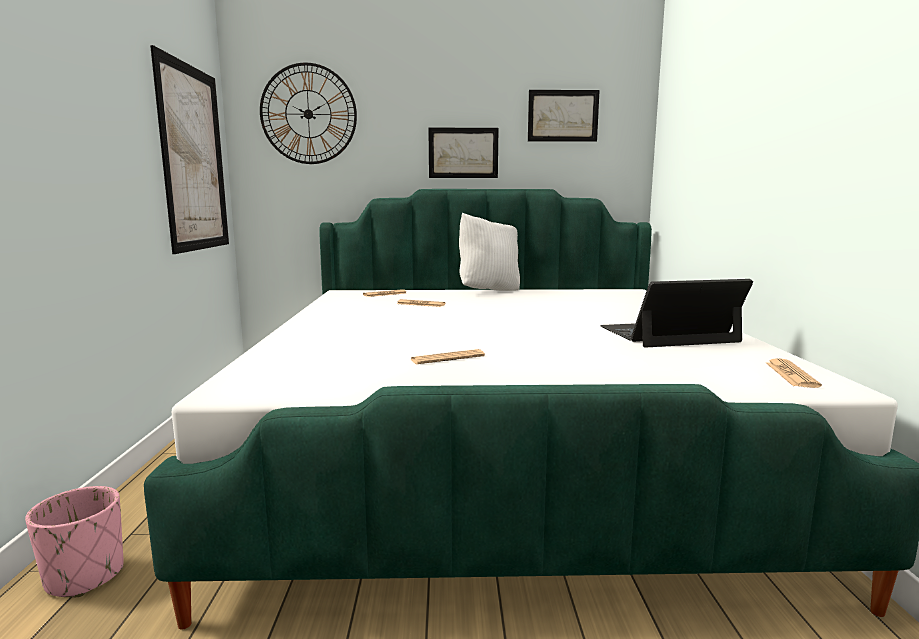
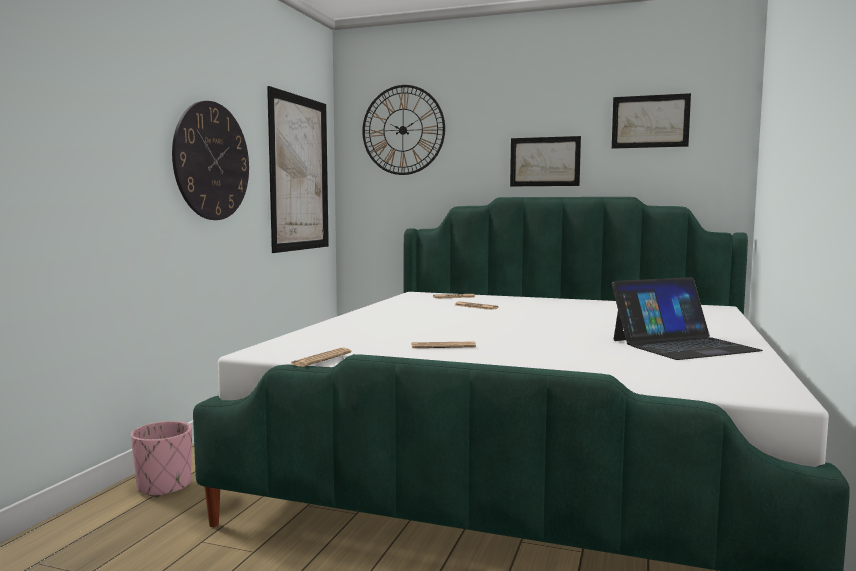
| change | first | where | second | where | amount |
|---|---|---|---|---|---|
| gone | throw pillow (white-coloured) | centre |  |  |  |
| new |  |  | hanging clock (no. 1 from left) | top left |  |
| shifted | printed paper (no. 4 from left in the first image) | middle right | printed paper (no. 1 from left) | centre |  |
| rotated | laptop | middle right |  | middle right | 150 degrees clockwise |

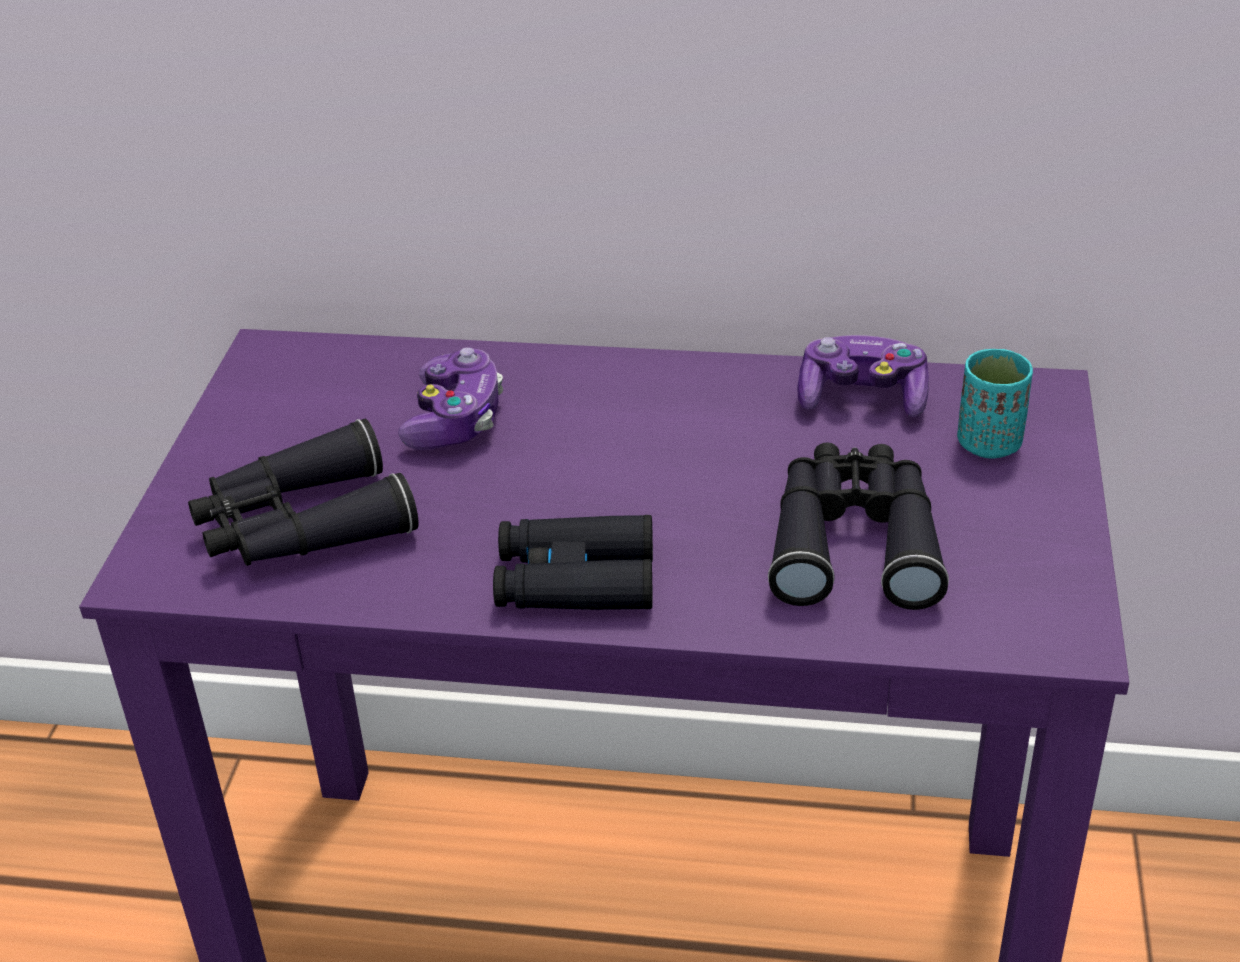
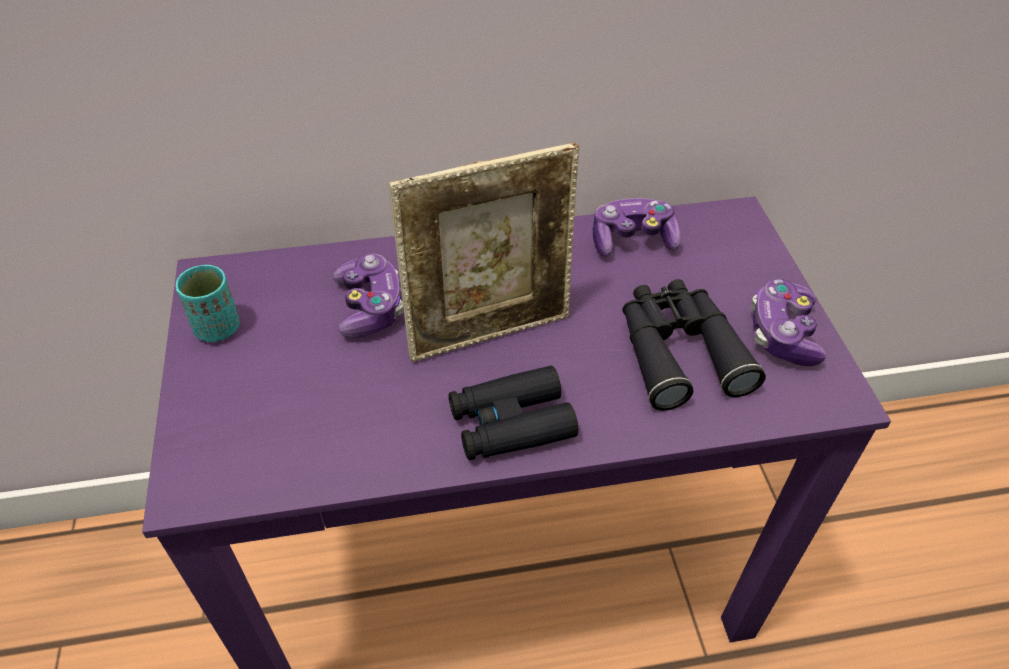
| change | first | where | second | where | amount |
|---|---|---|---|---|---|
| gone | binoculars (black-coloured) (no. 1 from left) | middle left |  |  |  |
| new |  |  | standing frame | centre |  |
| new |  |  | gamepad (no. 3 from left) | middle right |  |
| shifted | small cup (blue-green) | middle right |  | middle left |  |

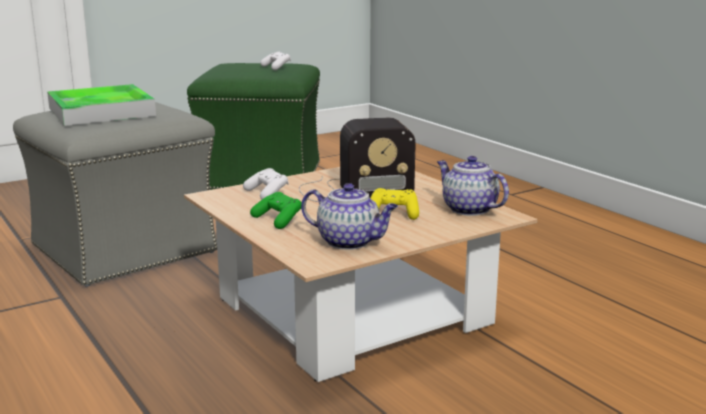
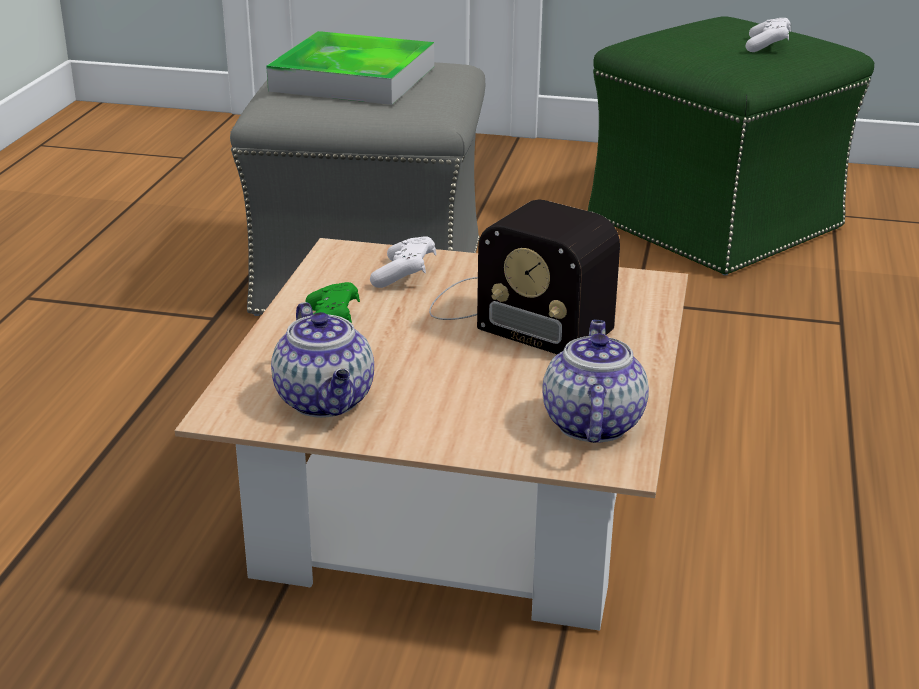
| change | first | where | second | where | amount |
|---|---|---|---|---|---|
| gone | gamepad (yellow) | centre |  |  |  |

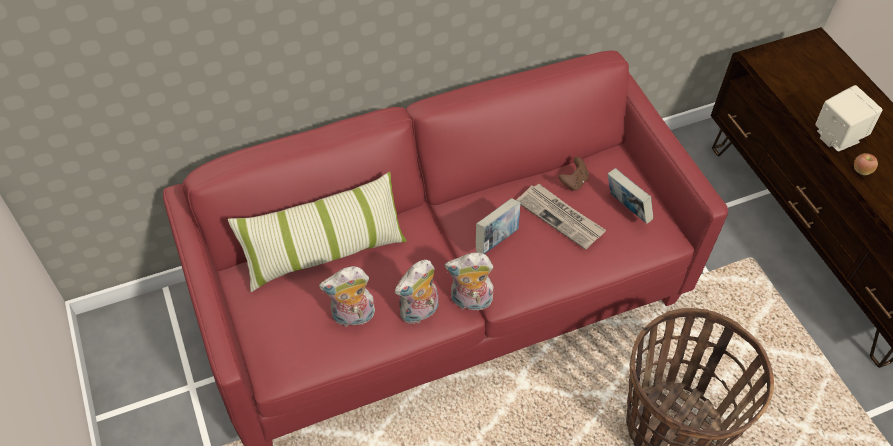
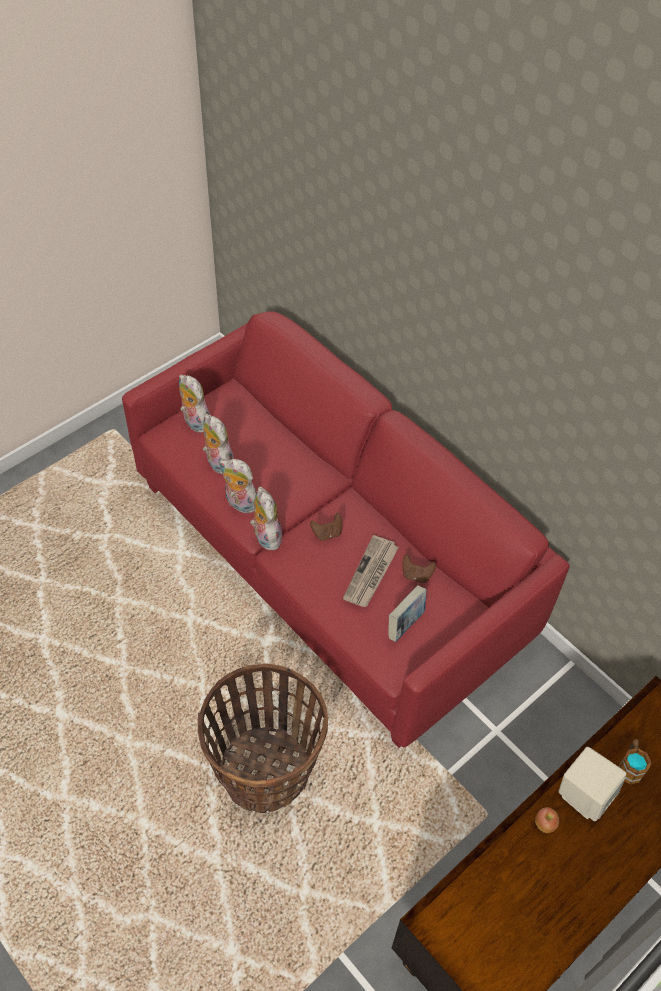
| change | first | where | second | where | amount |
|---|---|---|---|---|---|
| gone | throw pillow | centre |  |  |  |
| new |  |  | soft toy (no. 1 from left) | middle left |  |
| new |  |  | mug | bottom right |  |
| swapped | bound book (no. 1 from left) | centre | gamepad (brown) (no. 1 from left) | centre |  |

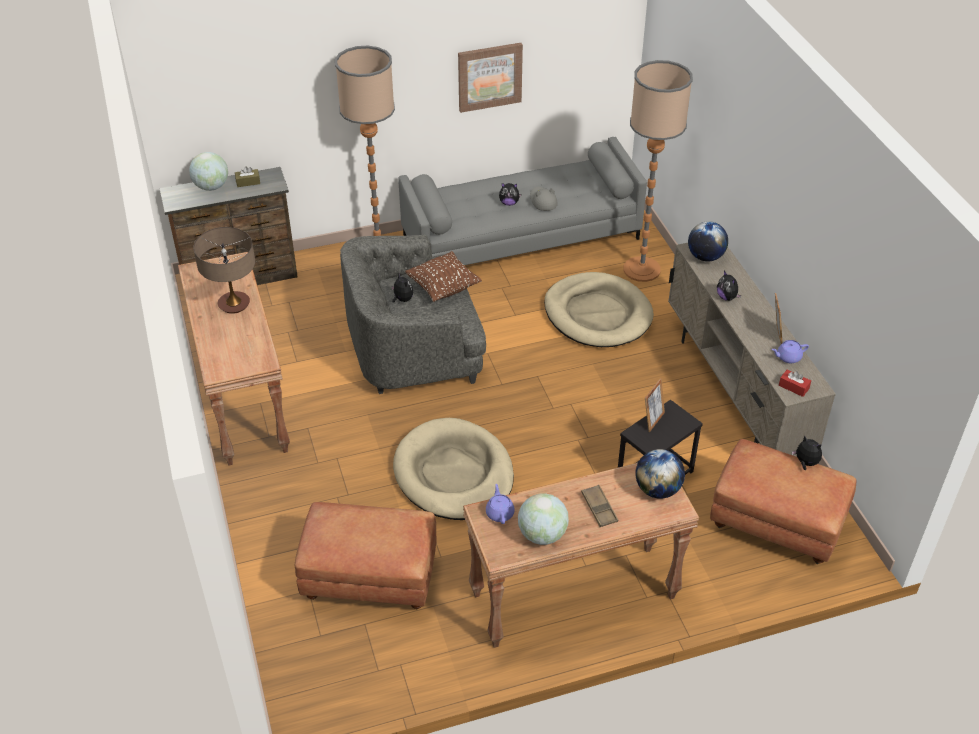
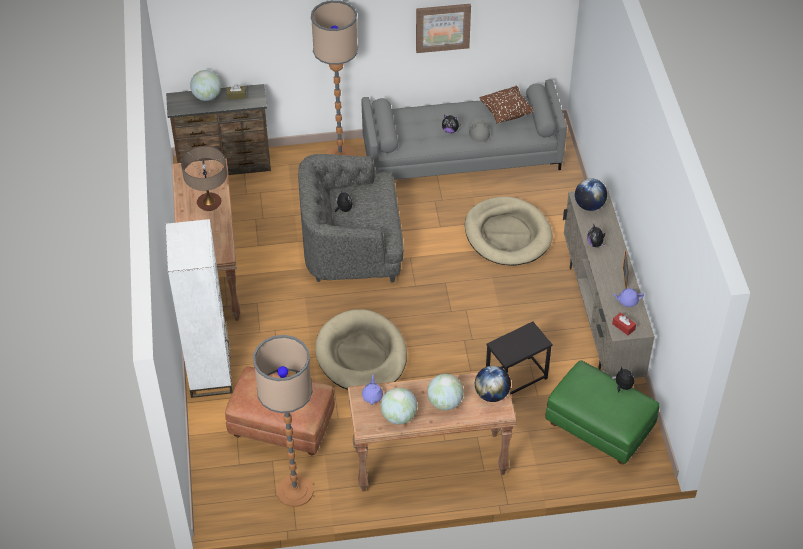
| change | first | where | second | where | amount |
|---|---|---|---|---|---|
| gone | standing frame (no. 1 from left) | middle right |  |  |  |
| new |  |  | shelving unit (white-coloured) | middle left |  |
| shifted | throw pillow (brown) | centre |  | top centre |  |
| shifted | standing lamp (no. 2 from left in the first image) | top right | standing lamp (no. 1 from left) | bottom centre |  |
| swapped | carrying tray (brown) | bottom centre | desk globe (no. 3 from left) | bottom centre |  |
| repainted | ottoman (brown) (no. 2 from left) | bottom right | ottoman (green) | bottom right |  |

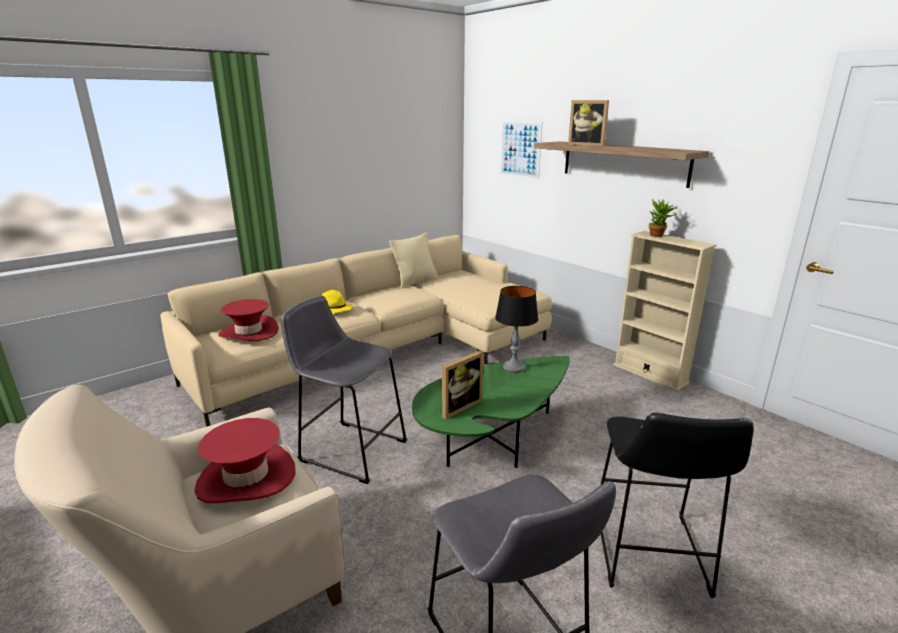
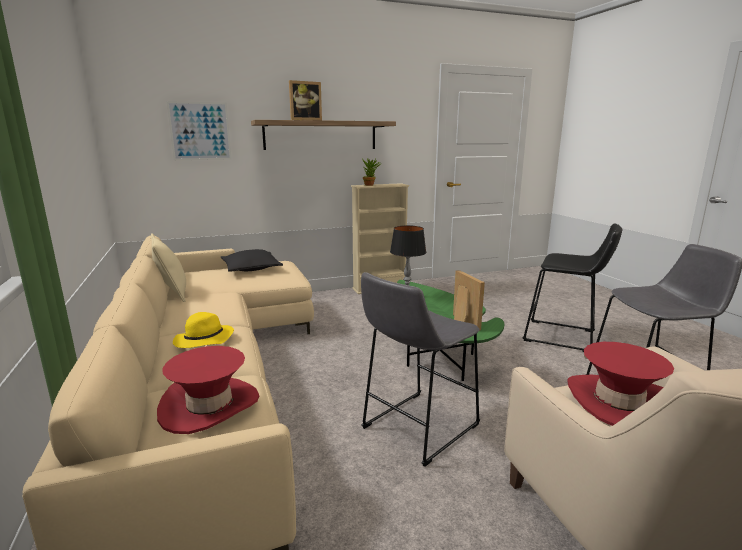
| change | first | where | second | where | amount |
|---|---|---|---|---|---|
| new |  |  | throw pillow (black-coloured) | centre |  |

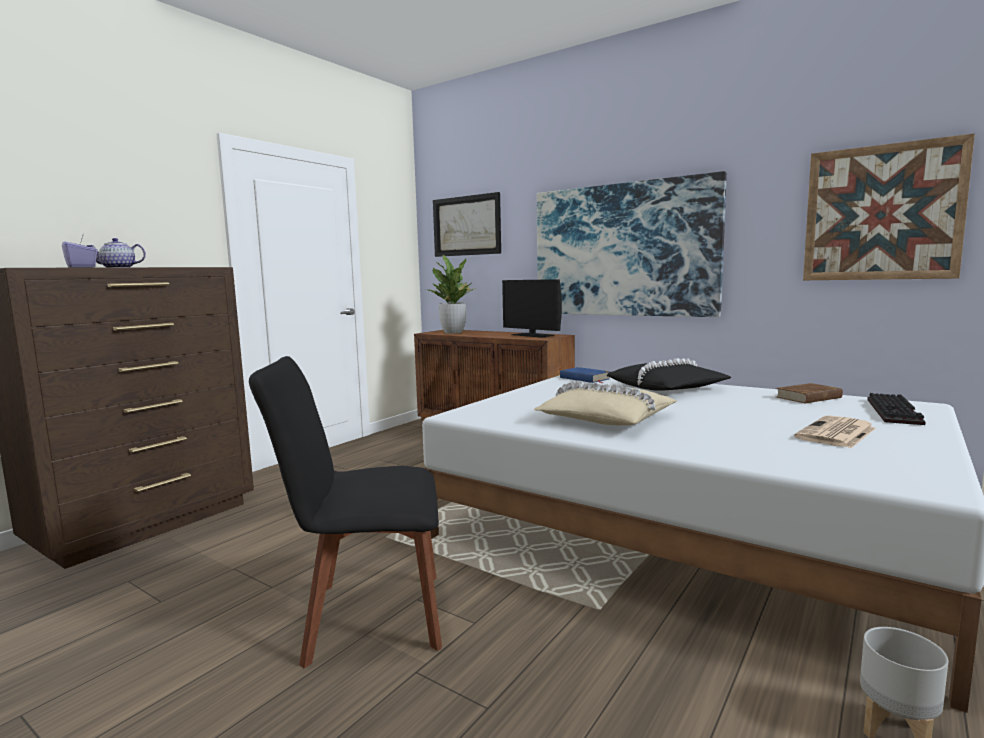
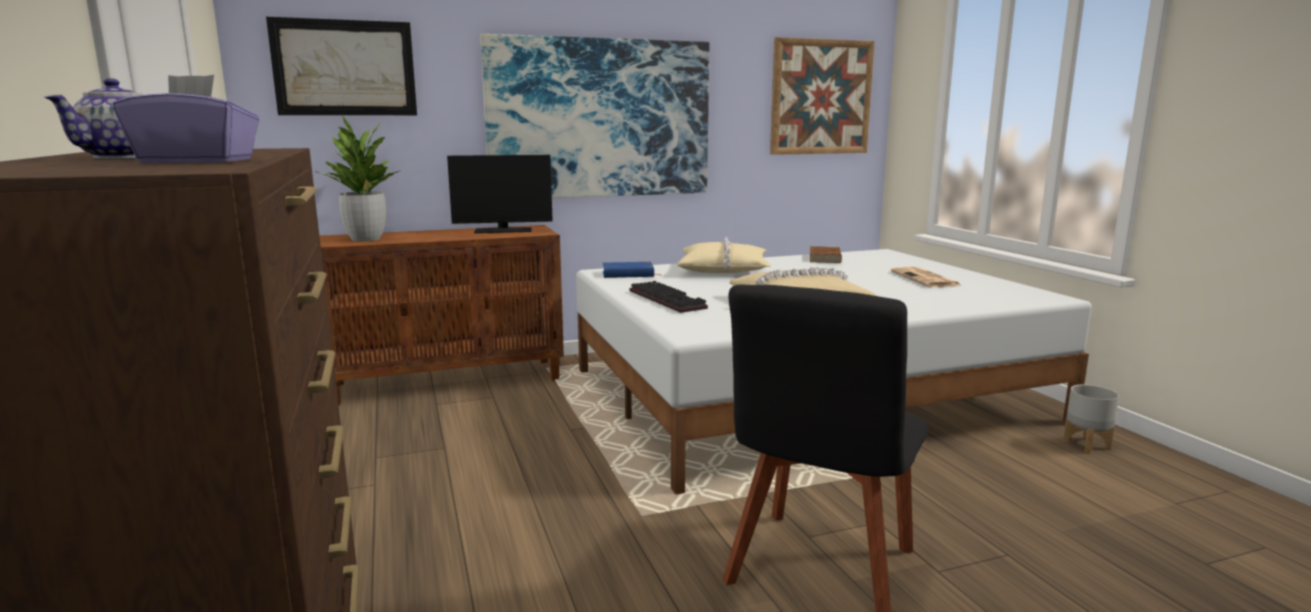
| change | first | where | second | where | amount |
|---|---|---|---|---|---|
| shifted | keyboard | middle right |  | centre |  |
| repainted | throw pillow (black-coloured) | middle right | throw pillow (beige-coloured) (no. 1 from left) | centre |  |

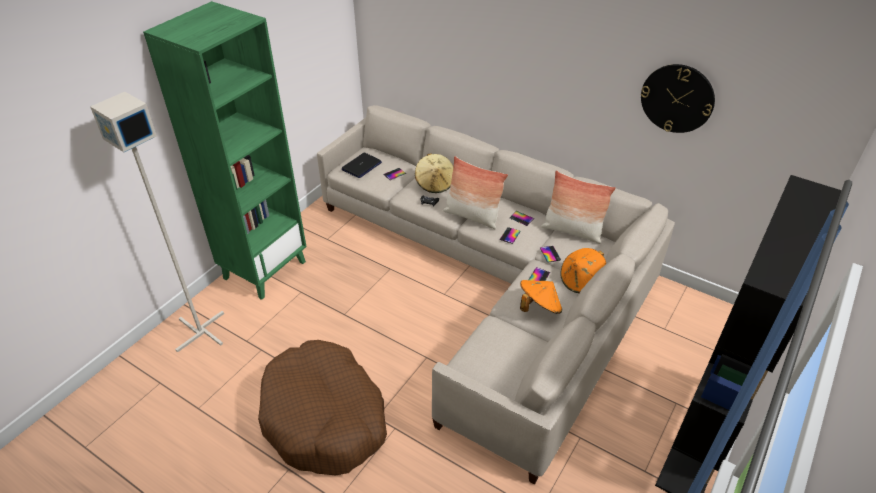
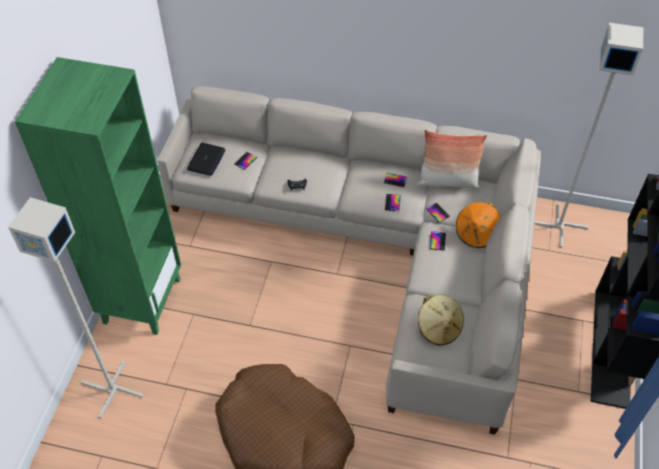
| change | first | where | second | where | amount |
|---|---|---|---|---|---|
| gone | throw pillow (no. 1 from left) | centre |  |  |  |
| gone | hat (orange-coloured) (no. 1 from left) | centre |  |  |  |
| gone | hanging clock | top right |  |  |  |
| new |  |  | standing lamp (grey) (no. 2 from left) | top right |  |
| shifted | hat (beige-coloured) | centre |  | bottom right |  |

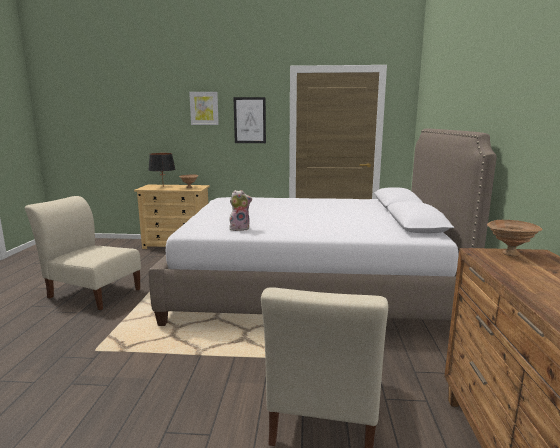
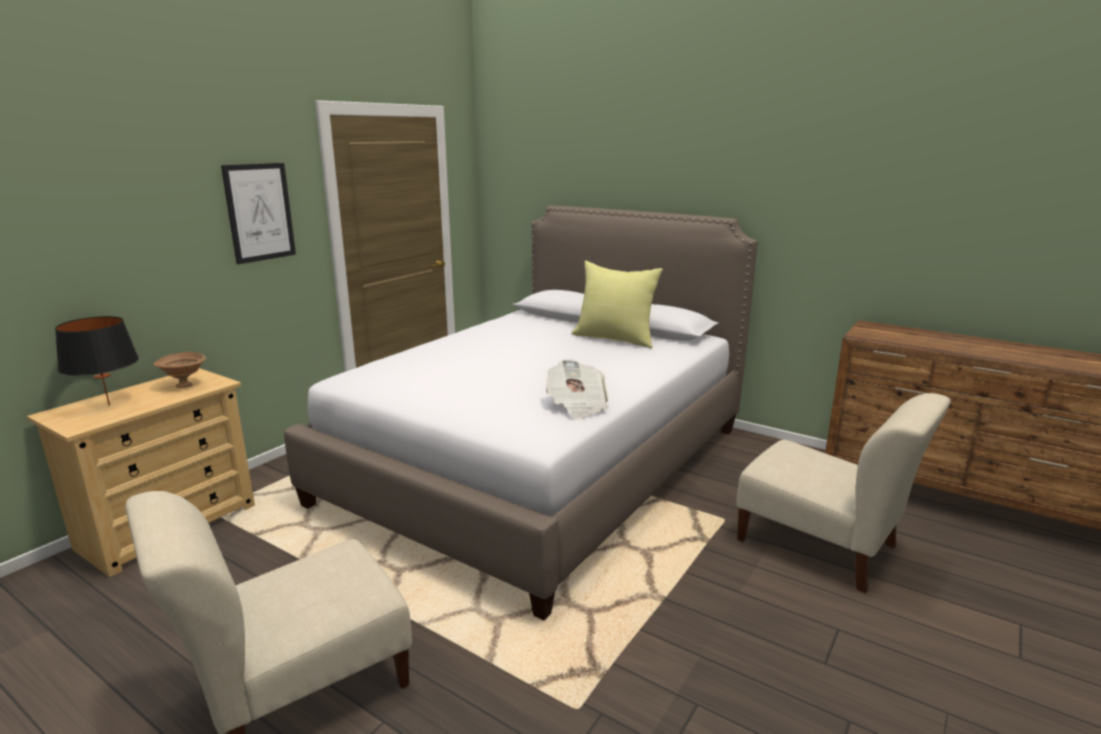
| change | first | where | second | where | amount |
|---|---|---|---|---|---|
| gone | picture (no. 1 from left) | top centre |  |  |  |
| gone | serving bowl (brown) (no. 2 from left) | middle right |  |  |  |
| new |  |  | throw pillow (yellow) | centre |  |
| swapped | soft toy | centre | printed paper | centre |  |

